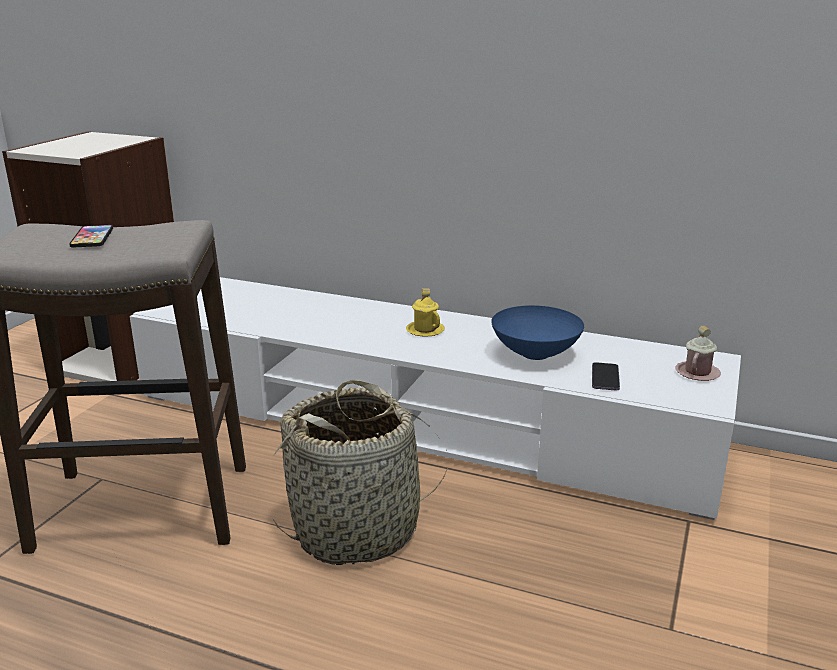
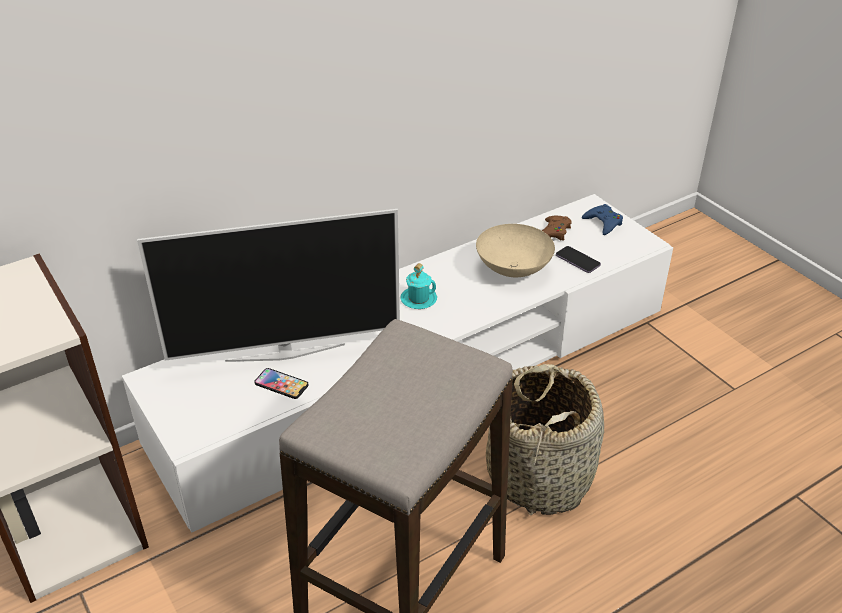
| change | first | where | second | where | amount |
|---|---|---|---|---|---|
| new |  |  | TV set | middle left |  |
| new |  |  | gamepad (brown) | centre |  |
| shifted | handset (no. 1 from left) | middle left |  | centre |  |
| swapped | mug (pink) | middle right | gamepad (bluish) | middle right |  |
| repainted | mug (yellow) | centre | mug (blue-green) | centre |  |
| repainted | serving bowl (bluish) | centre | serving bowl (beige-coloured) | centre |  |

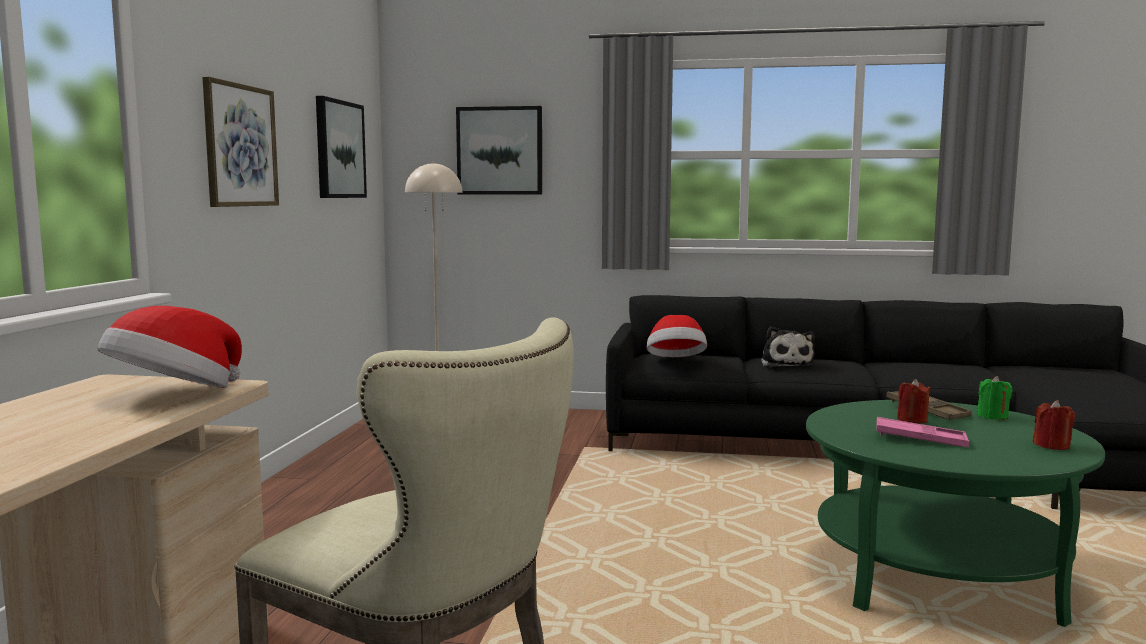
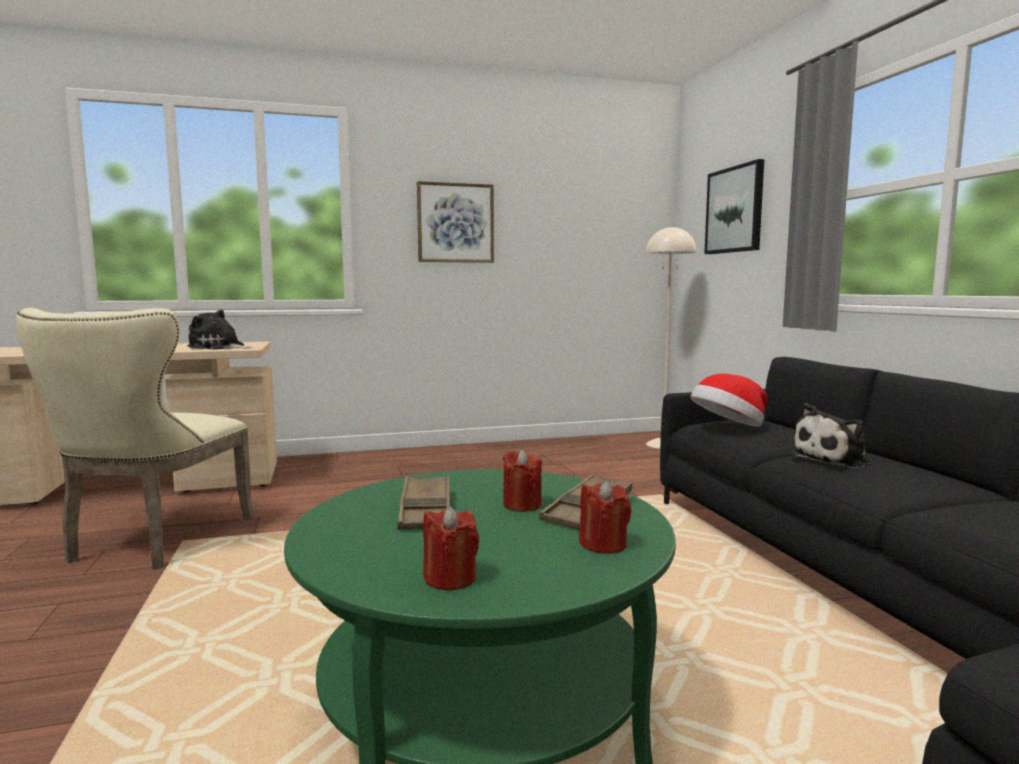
| change | first | where | second | where | amount |
|---|---|---|---|---|---|
| gone | picture (no. 2 from left) | top left |  |  |  |
| swapped | hat (no. 1 from left) | middle left | soft toy (no. 1 from left) | middle left |  |
| repainted | carrying tray (pink) | bottom right | carrying tray (brown) (no. 1 from left) | centre |  |
| repainted | candle (green) | middle right | candle (red) (no. 3 from left) | bottom centre |  |

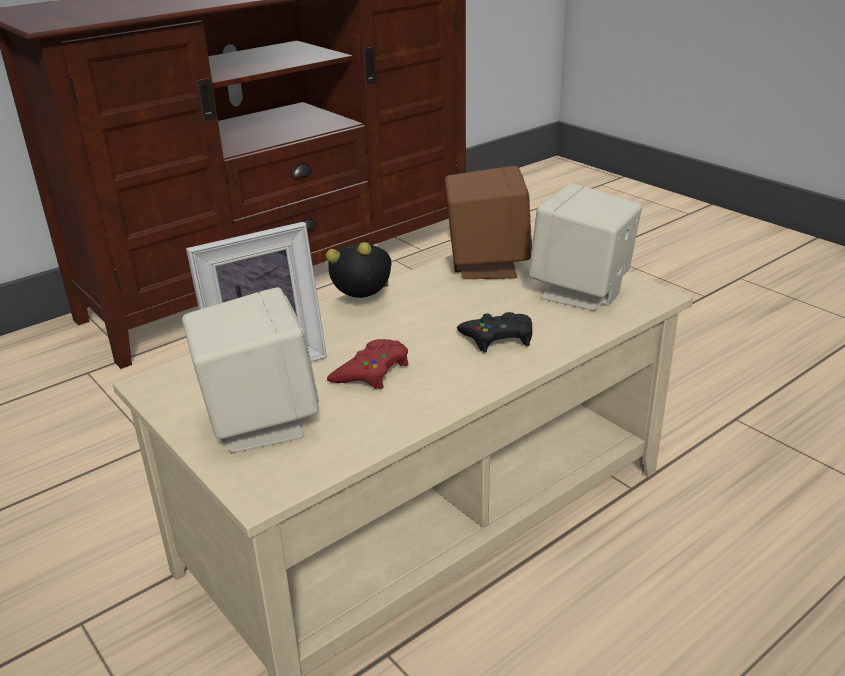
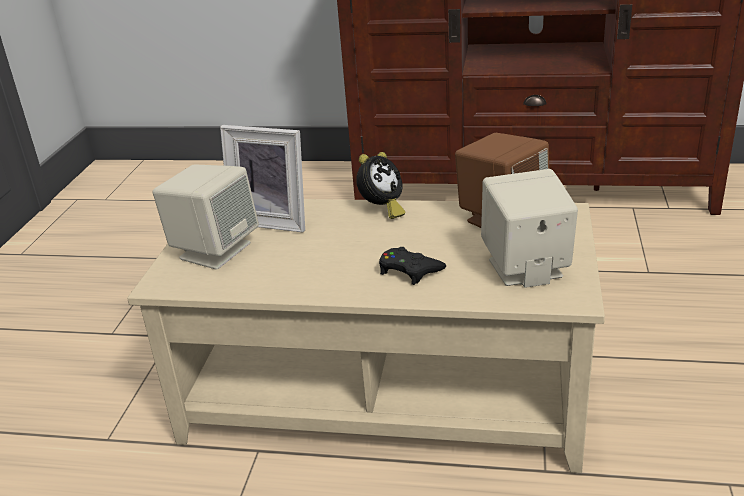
| change | first | where | second | where | amount |
|---|---|---|---|---|---|
| gone | gamepad (red) | centre |  |  |  |
| rotated | table clock | centre |  | centre | 75 degrees clockwise |

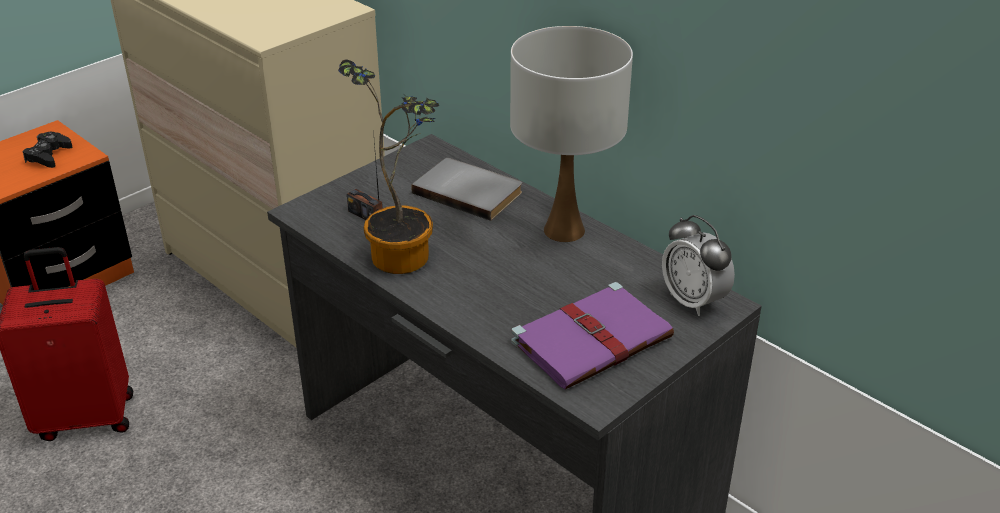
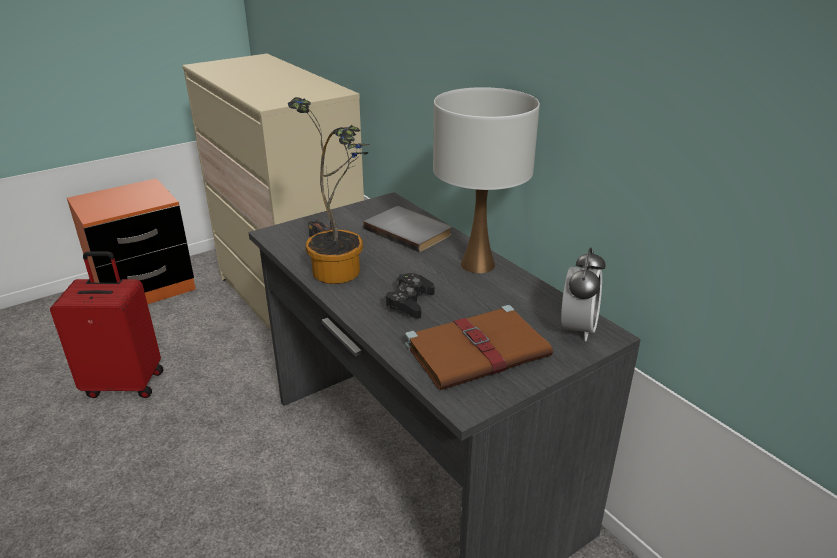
| change | first | where | second | where | amount |
|---|---|---|---|---|---|
| shifted | gamepad (black-coloured) | top left |  | centre |  |
| repainted | bound book (purple) | centre | bound book (brown) | centre |  |
| rotated | table clock | middle right |  | middle right | 135 degrees counterclockwise |

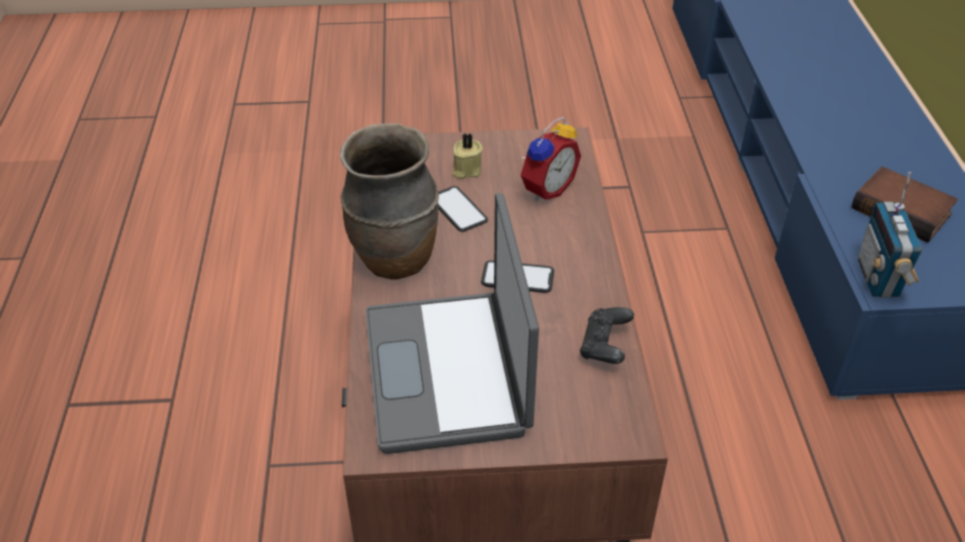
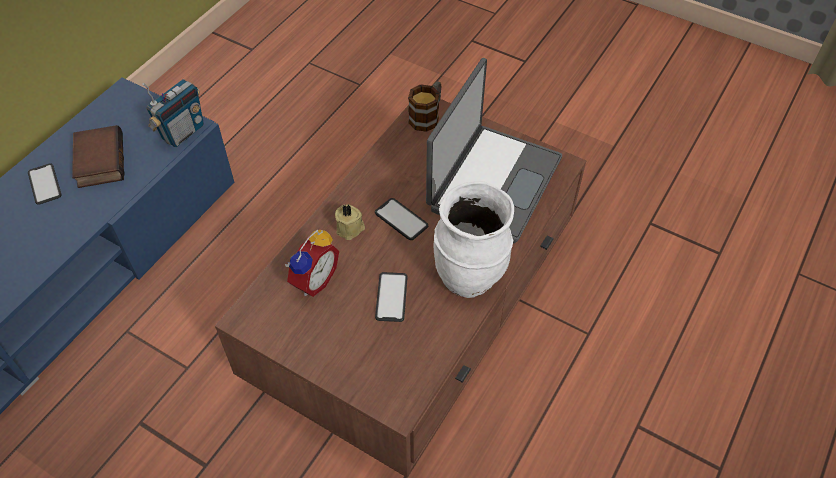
| change | first | where | second | where | amount |
|---|---|---|---|---|---|
| gone | gamepad (black-coloured) | centre |  |  |  |
| new |  |  | handset (no. 1 from left) | middle left |  |
| new |  |  | mug | top centre |  |
| shifted | candle (beige-coloured) | top centre |  | centre |  |
| repainted | decorative vase (brown) | centre | decorative vase (white-coloured) | centre |  |
| rotated | table clock | top centre |  | centre | 135 degrees clockwise |

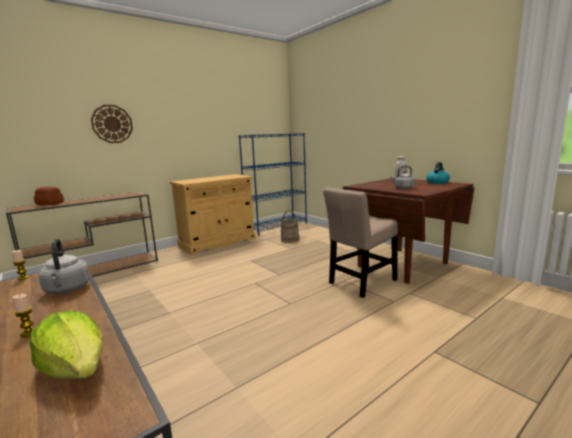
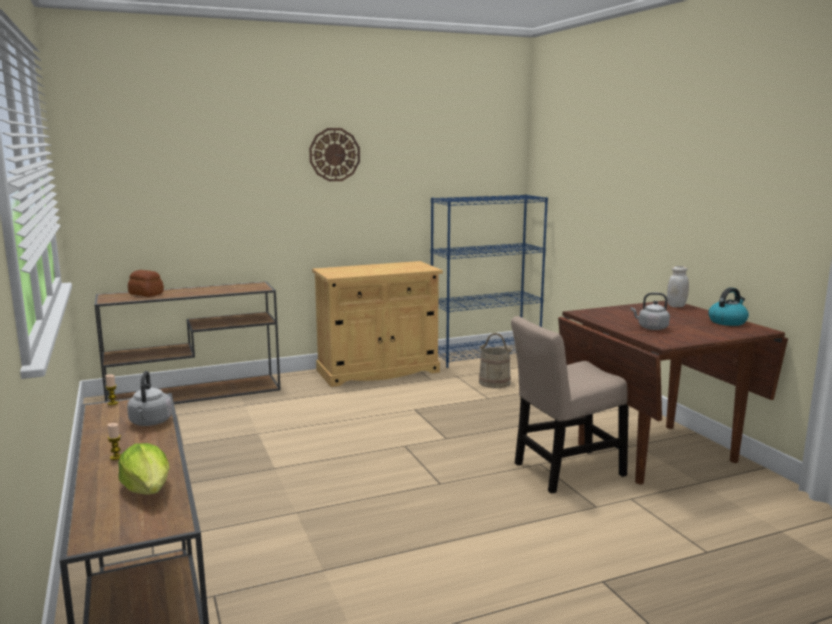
| change | first | where | second | where | amount |
|---|---|---|---|---|---|
| shifted | hanging clock | top left |  | top centre |  |

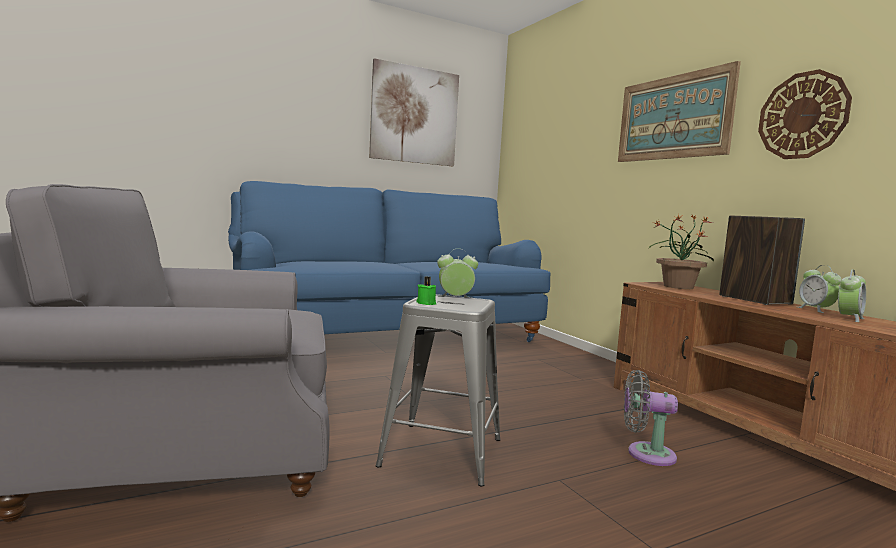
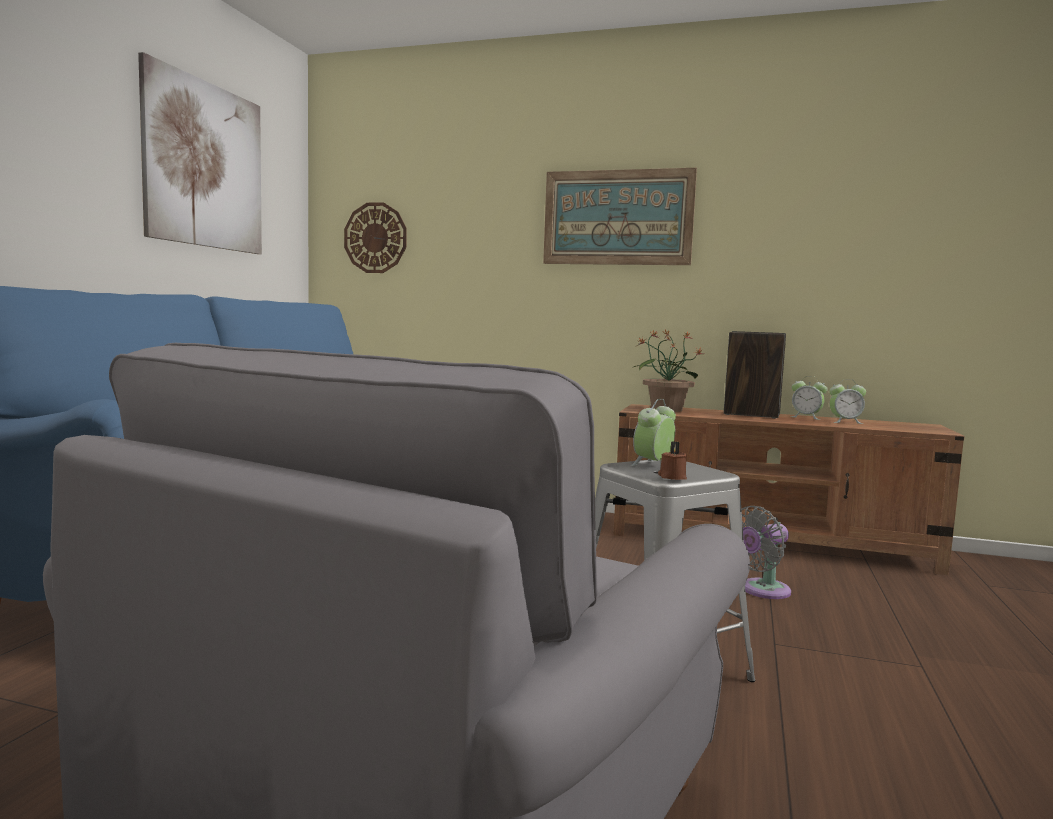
| change | first | where | second | where | amount |
|---|---|---|---|---|---|
| shifted | hanging clock | top right |  | top centre |  |
| repainted | candle (green) | centre | candle (brown) | centre |  |
| rotated | table clock (no. 3 from left) | middle right |  | middle right | 90 degrees clockwise |

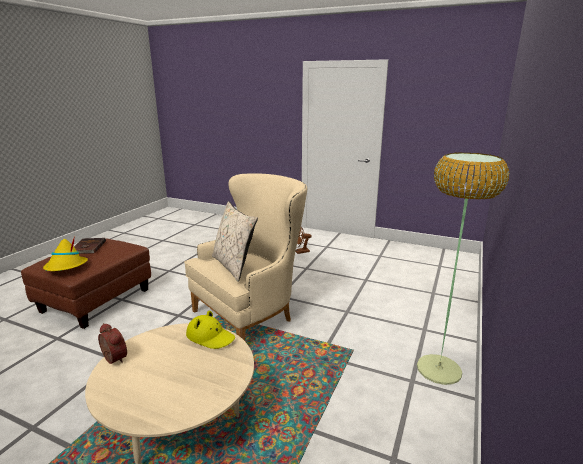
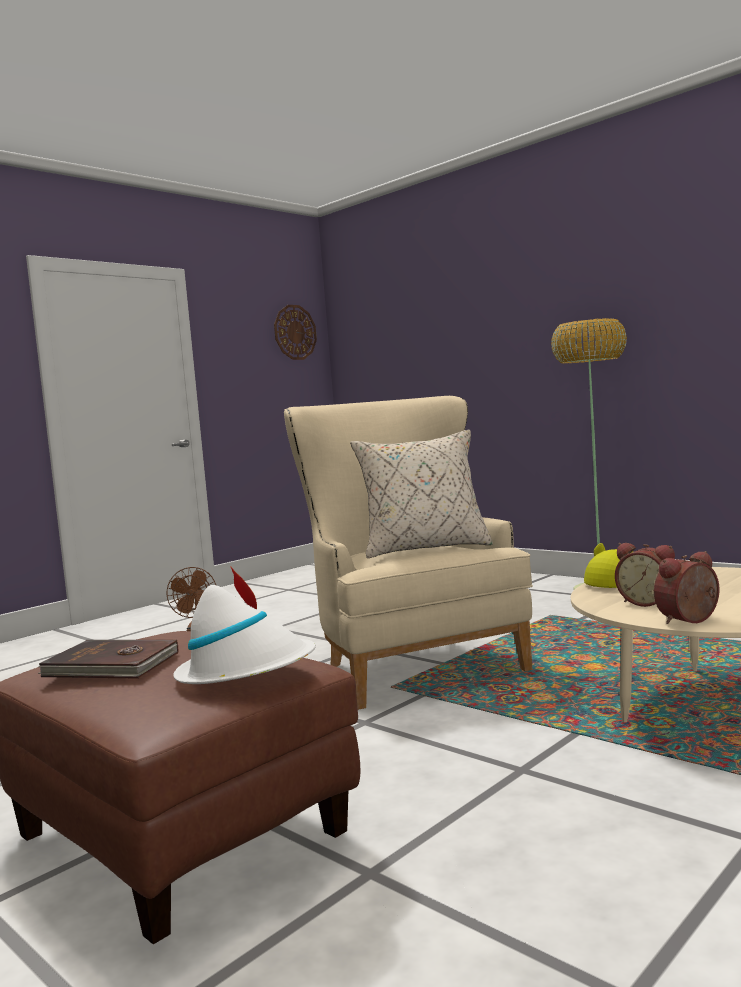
| change | first | where | second | where | amount |
|---|---|---|---|---|---|
| new |  |  | hanging clock | centre |  |
| new |  |  | table clock (no. 1 from left) | middle right |  |
| repainted | hat (yellow) (no. 1 from left) | middle left | hat (white-coloured) | middle left |  |

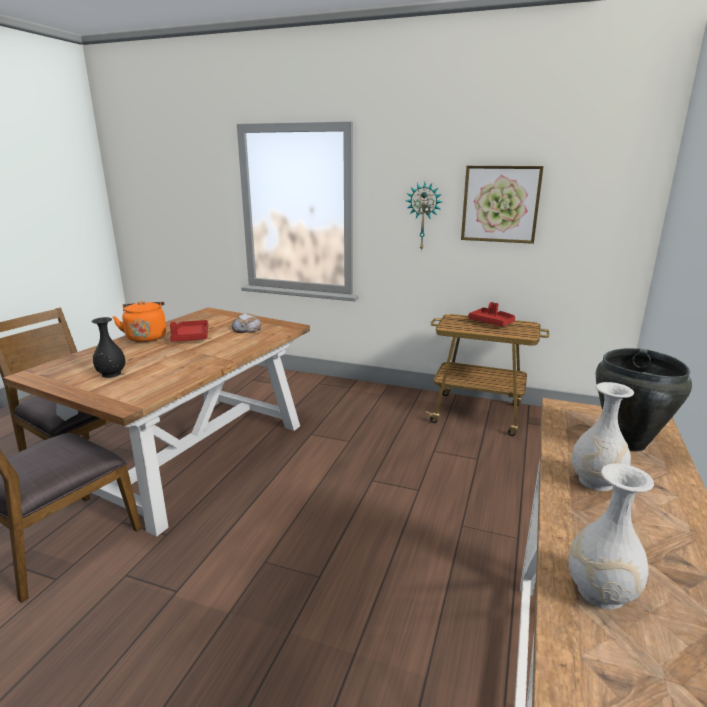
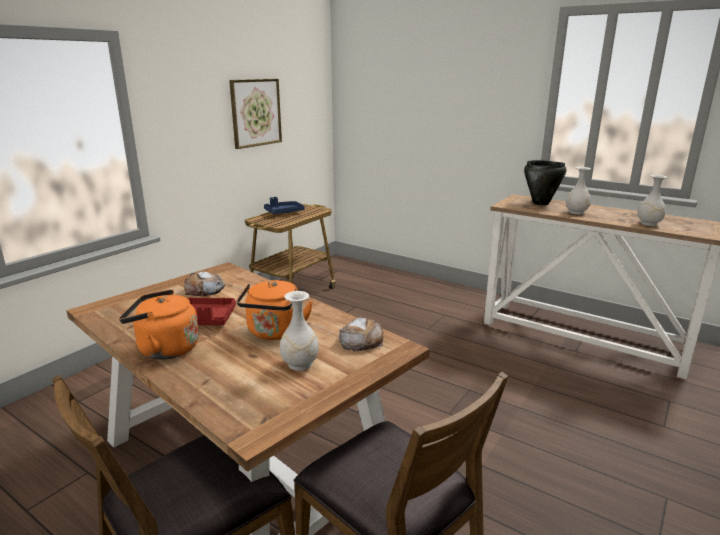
| change | first | where | second | where | amount |
|---|---|---|---|---|---|
| gone | hanging clock | top centre |  |  |  |
| new |  |  | kettle (orange-coloured) (no. 2 from left) | centre |  |
| new |  |  | bakery bread (no. 2 from left) | centre |  |
| repainted | decorative vase (black-coloured) | middle left | decorative vase (white-coloured) (no. 1 from left) | centre |  |
| repainted | carrying tray (red) (no. 2 from left) | middle right | carrying tray (bluish) | centre |  |

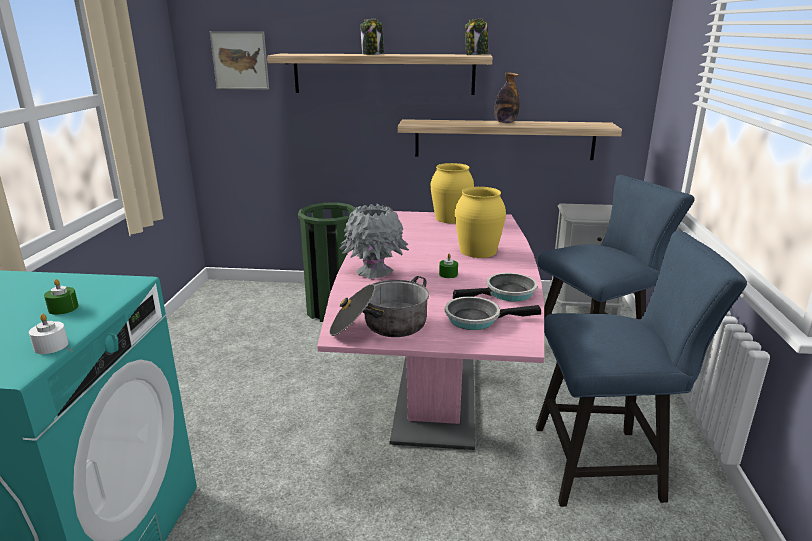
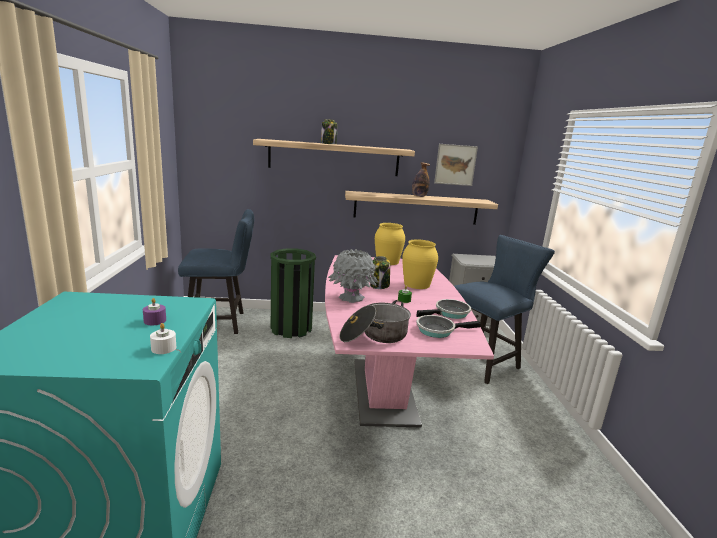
| change | first | where | second | where | amount |
|---|---|---|---|---|---|
| shifted | picture | top left |  | top centre |  |
| shifted | storage jar (no. 2 from left) | top centre |  | centre |  |
| shifted | chair (bluish) (no. 2 from left in the first image) | bottom right | chair (bluish) (no. 1 from left) | middle left |  |
| repainted | candle (green) (no. 1 from left) | middle left | candle (purple) | middle left |  |

